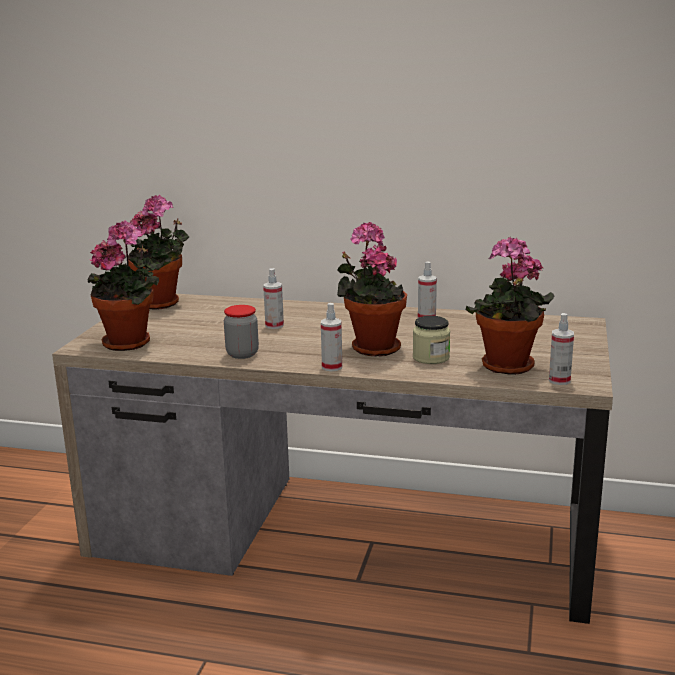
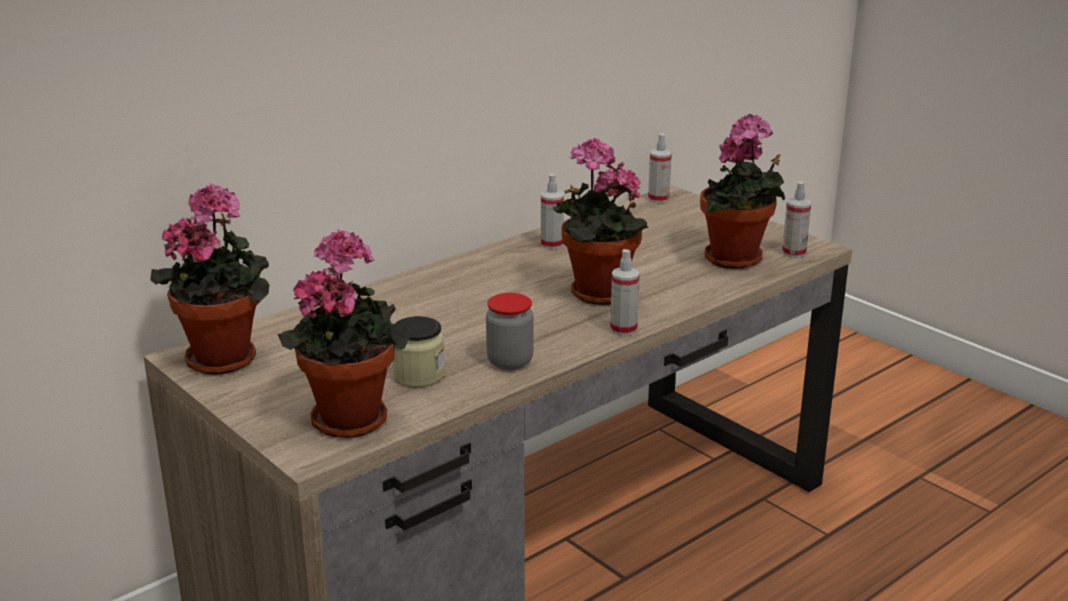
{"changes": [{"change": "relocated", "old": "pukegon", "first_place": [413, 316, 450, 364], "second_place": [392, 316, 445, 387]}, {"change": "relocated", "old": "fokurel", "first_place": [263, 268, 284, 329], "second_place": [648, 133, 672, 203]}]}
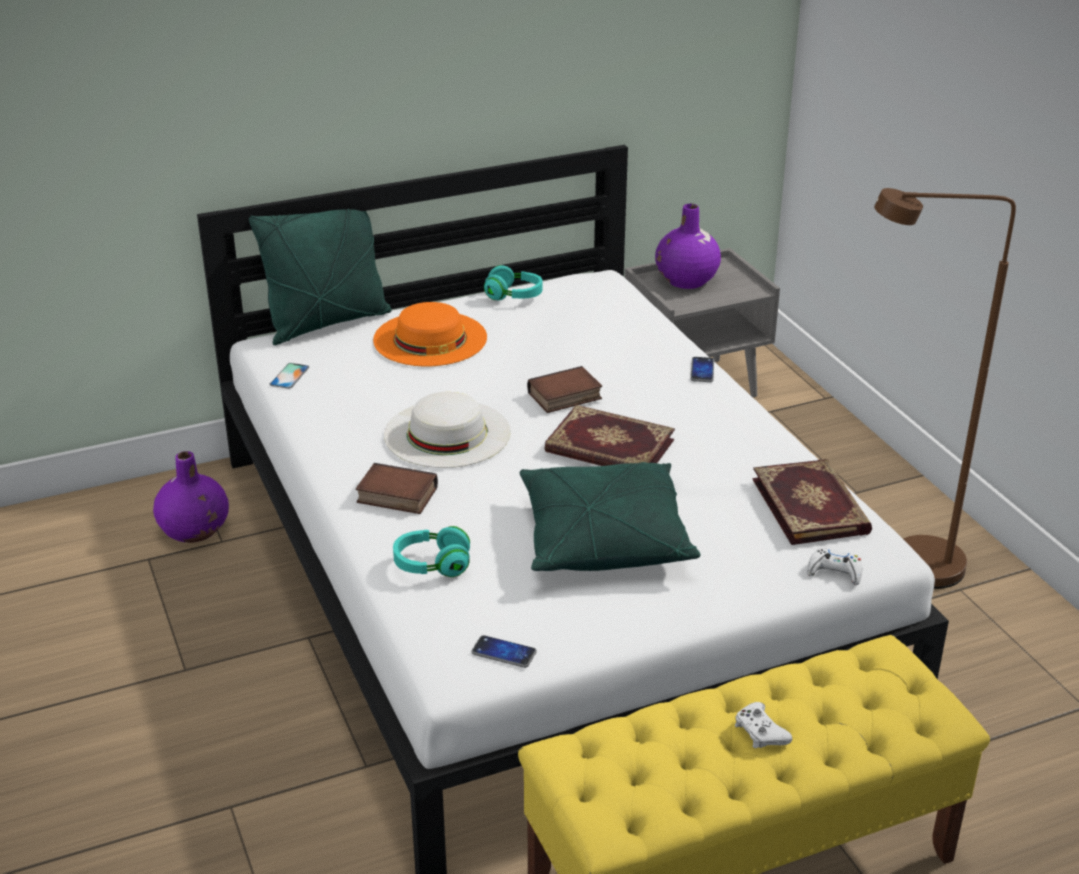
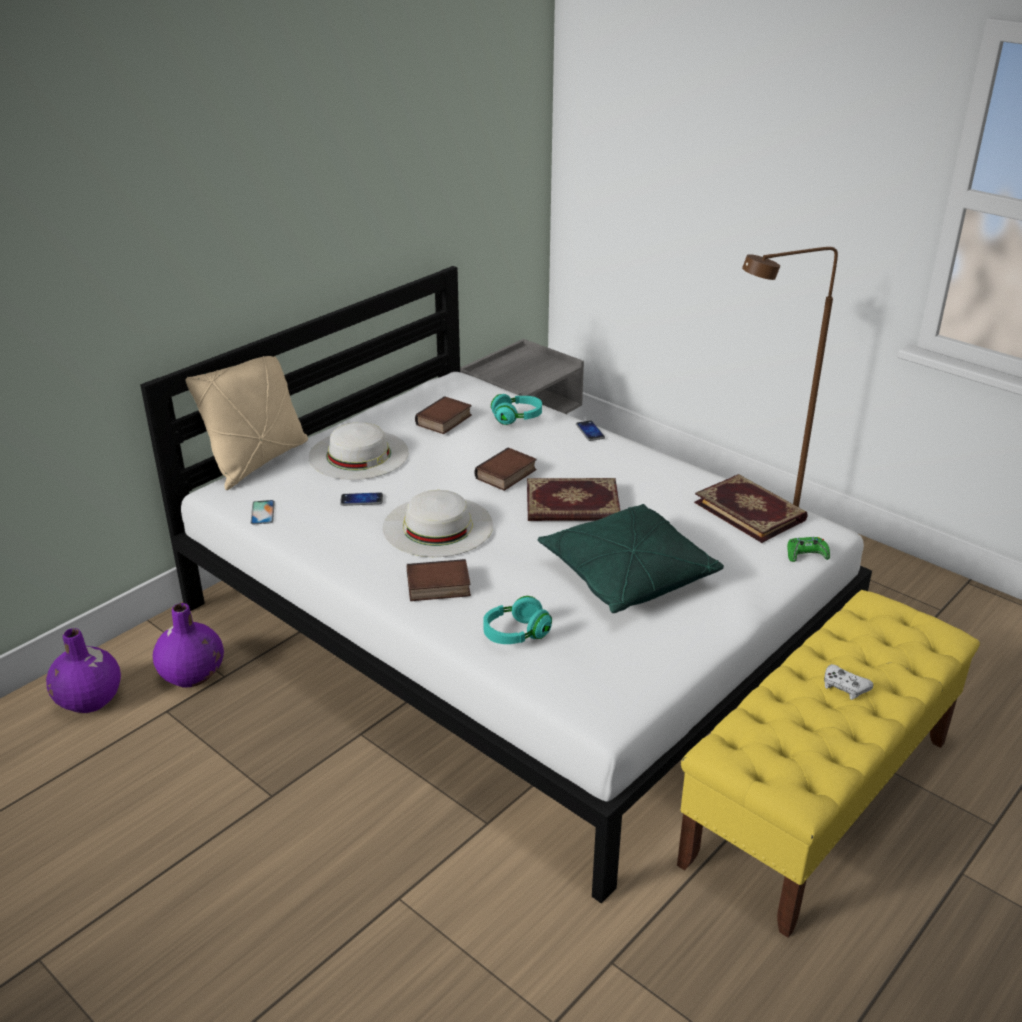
{"changes": [{"change": "relocated", "old": "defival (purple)", "first_place": [655, 204, 721, 289], "second_place": [46, 628, 121, 713]}, {"change": "colour", "old": "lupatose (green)", "new": "lupatose (beige)", "first_place": [249, 209, 392, 345], "second_place": [186, 356, 308, 490]}, {"change": "colour", "old": "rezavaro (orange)", "new": "rezavaro (white)", "first_place": [373, 302, 487, 366], "second_place": [309, 422, 409, 480]}, {"change": "relocated", "old": "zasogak", "first_place": [471, 635, 537, 668], "second_place": [340, 492, 383, 506]}, {"change": "appeared", "new": "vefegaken", "second_place": [415, 396, 472, 434]}, {"change": "relocated", "old": "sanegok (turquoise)", "first_place": [484, 265, 542, 300], "second_place": [491, 394, 542, 425]}, {"change": "colour", "old": "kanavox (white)", "new": "kanavox (green)", "first_place": [807, 549, 863, 585], "second_place": [787, 537, 830, 562]}]}
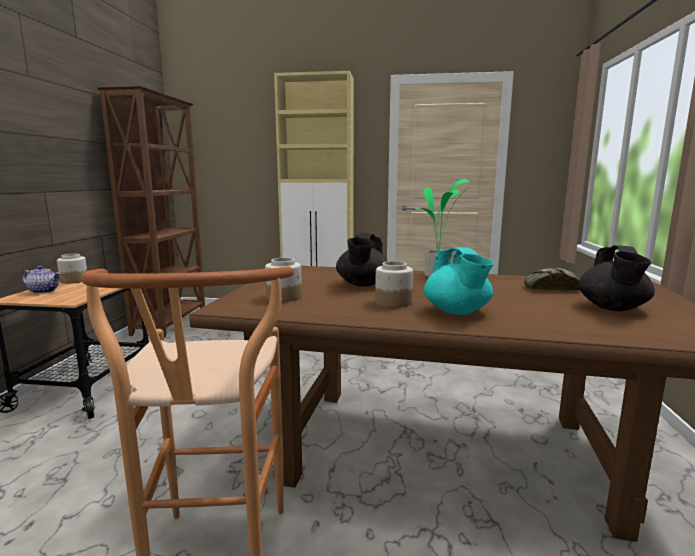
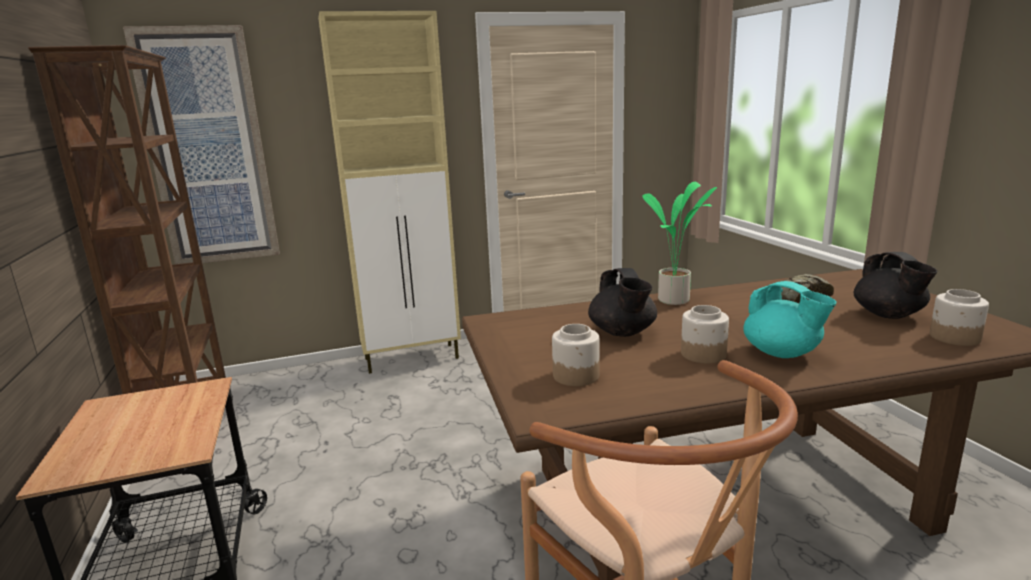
{"changes": [{"change": "appeared", "new": "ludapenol", "second_place": [123, 25, 280, 264]}, {"change": "relocated", "old": "pukegon", "first_place": [57, 254, 87, 284], "second_place": [930, 289, 989, 346]}, {"change": "missing", "old": "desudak", "first_place": [21, 266, 61, 294]}]}
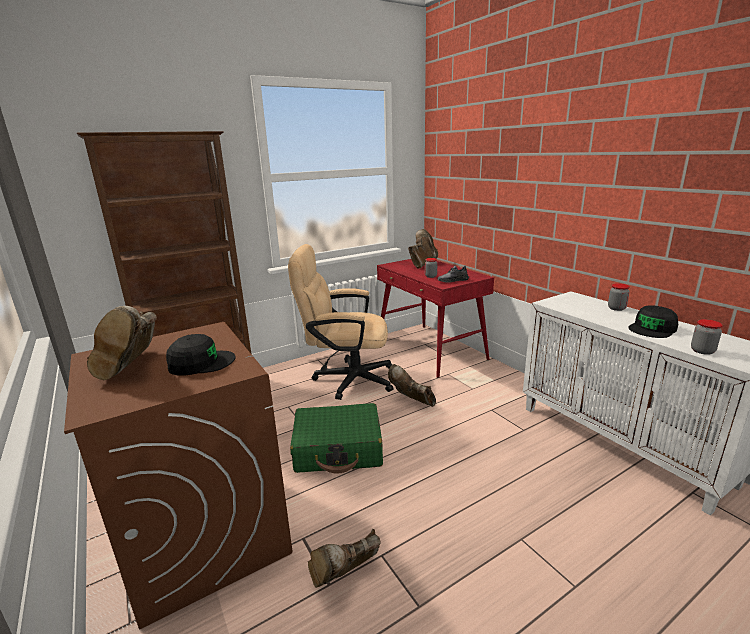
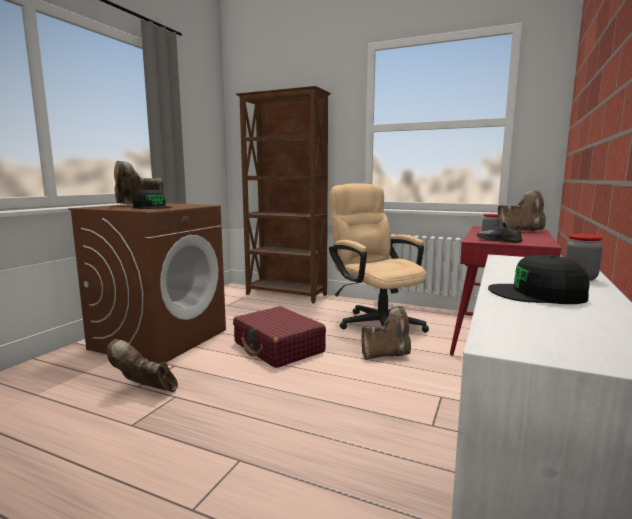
{"changes": [{"change": "colour", "old": "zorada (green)", "new": "zorada (red)", "first_place": [290, 403, 383, 473], "second_place": [233, 306, 326, 368]}, {"change": "spun", "old": "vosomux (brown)", "first_place": [388, 364, 436, 407], "second_place": [361, 307, 411, 360], "degrees": 75}, {"change": "missing", "old": "pukegon", "first_place": [691, 319, 723, 355]}]}
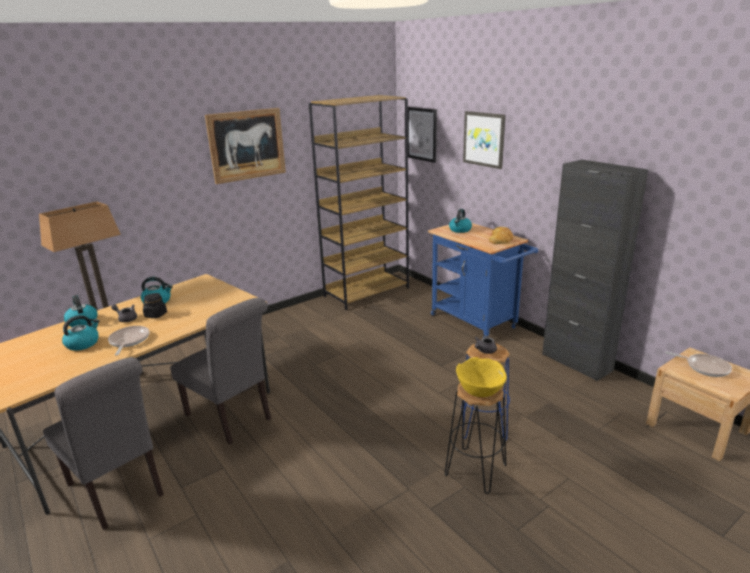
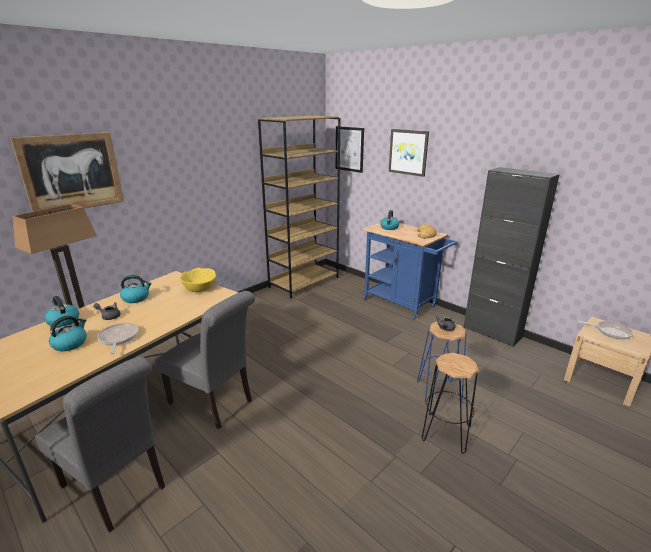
{"changes": [{"change": "relocated", "old": "ludapenol", "first_place": [205, 108, 286, 184], "second_place": [10, 132, 124, 212]}, {"change": "relocated", "old": "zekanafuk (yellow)", "first_place": [456, 357, 507, 397], "second_place": [180, 268, 216, 292]}, {"change": "missing", "old": "pukegon (black)", "first_place": [143, 293, 167, 318]}]}
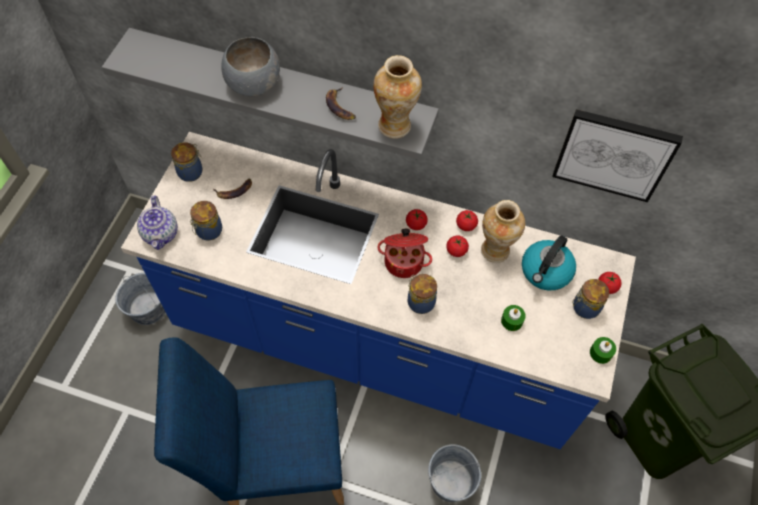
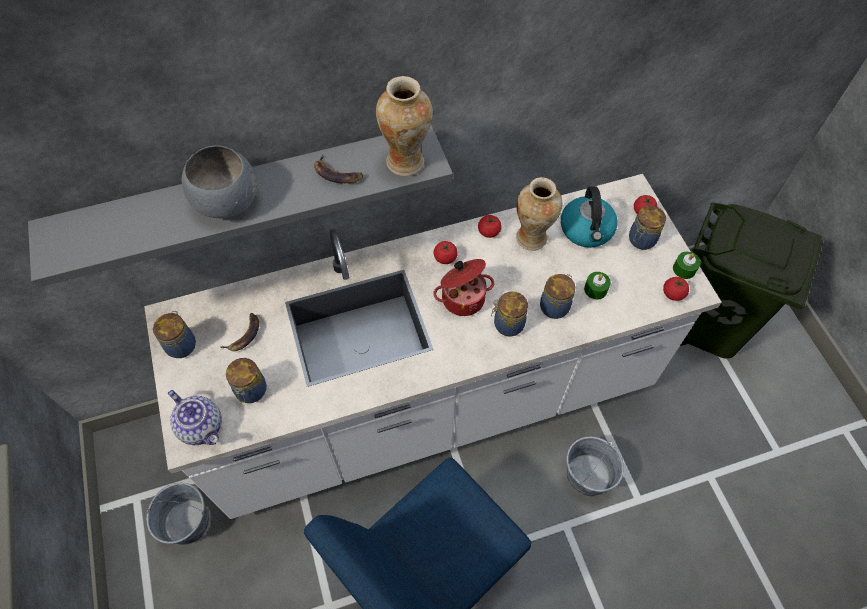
{"changes": [{"change": "colour", "old": "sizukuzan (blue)", "new": "sizukuzan (white)", "first_place": [121, 132, 636, 449], "second_place": [144, 174, 722, 519]}, {"change": "appeared", "new": "pukegon", "second_place": [540, 274, 575, 319]}, {"change": "relocated", "old": "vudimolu", "first_place": [446, 235, 469, 257], "second_place": [663, 277, 689, 301]}, {"change": "missing", "old": "ludapenol", "first_place": [552, 109, 683, 202]}]}
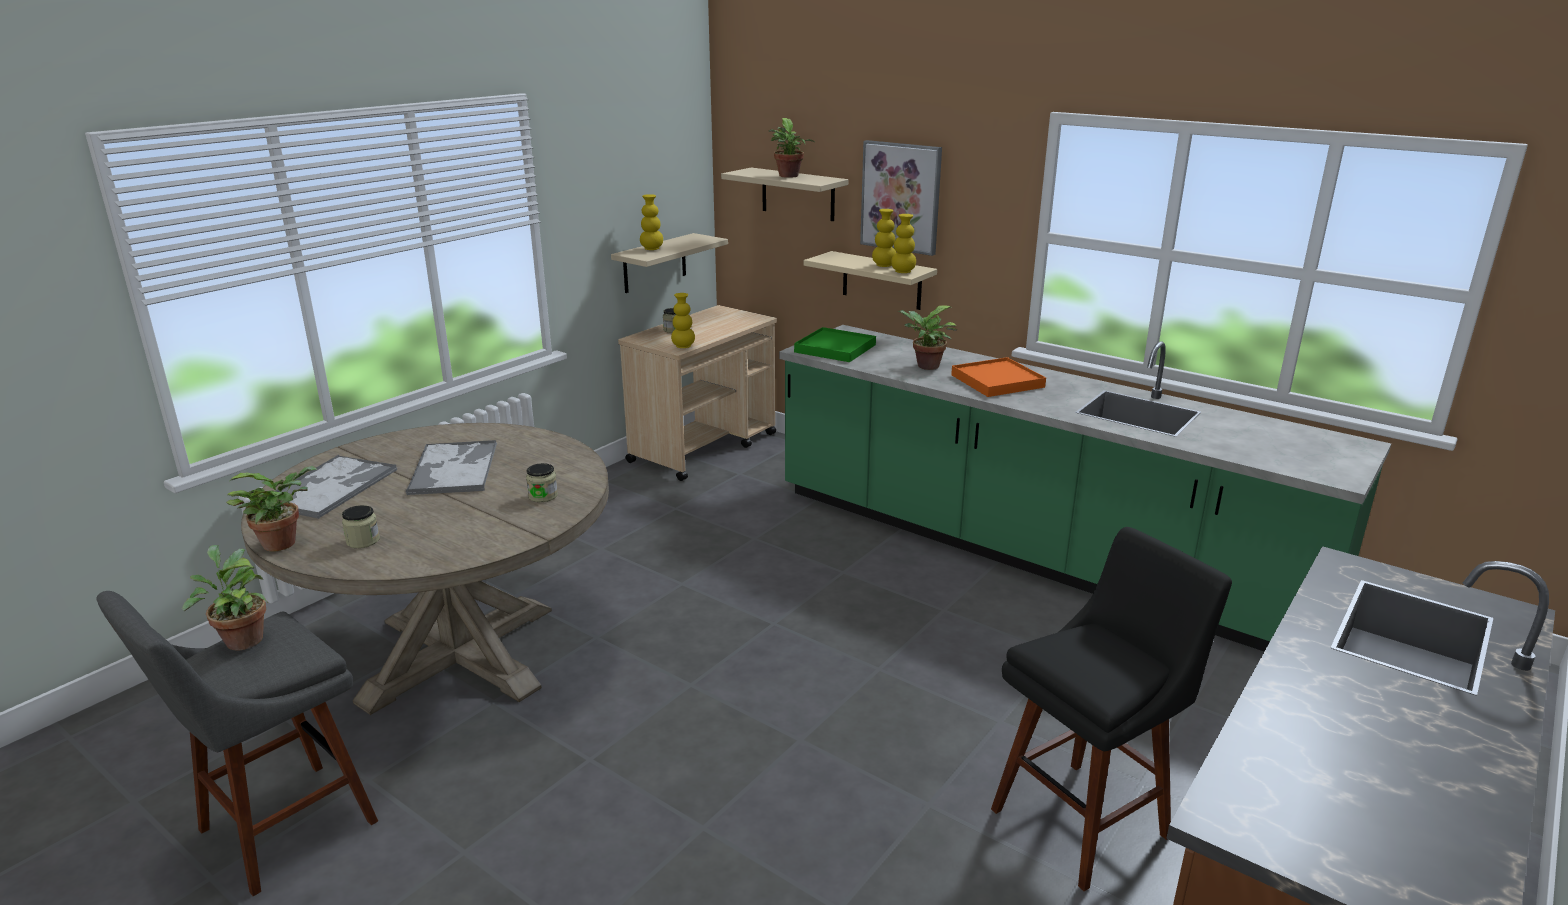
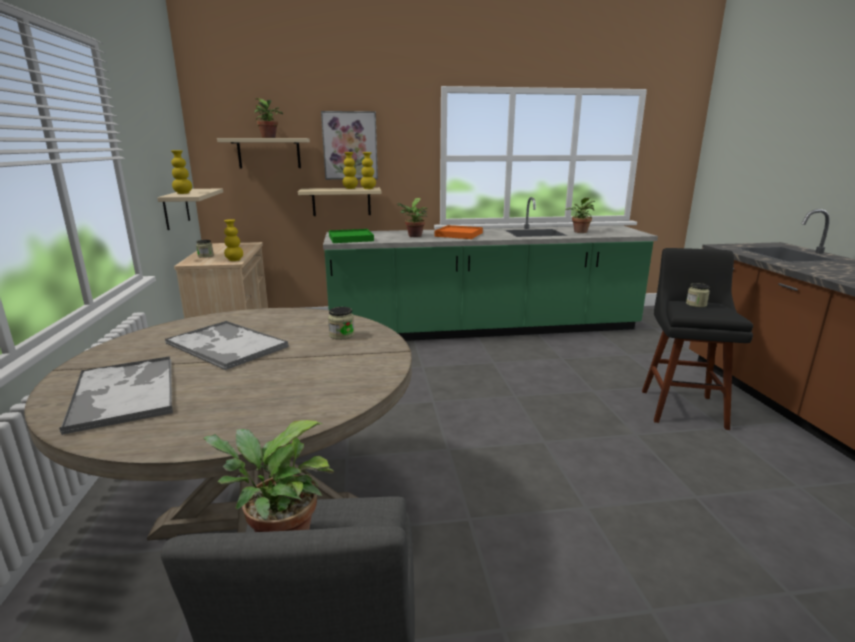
{"changes": [{"change": "relocated", "old": "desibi", "first_place": [226, 466, 317, 552], "second_place": [566, 197, 595, 233]}, {"change": "relocated", "old": "pukegon", "first_place": [342, 505, 380, 548], "second_place": [686, 283, 710, 307]}]}
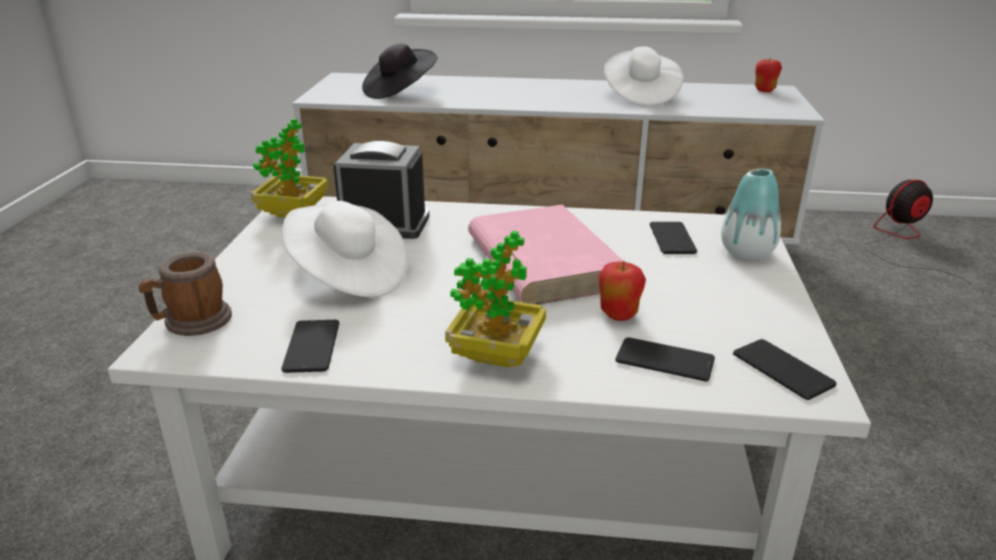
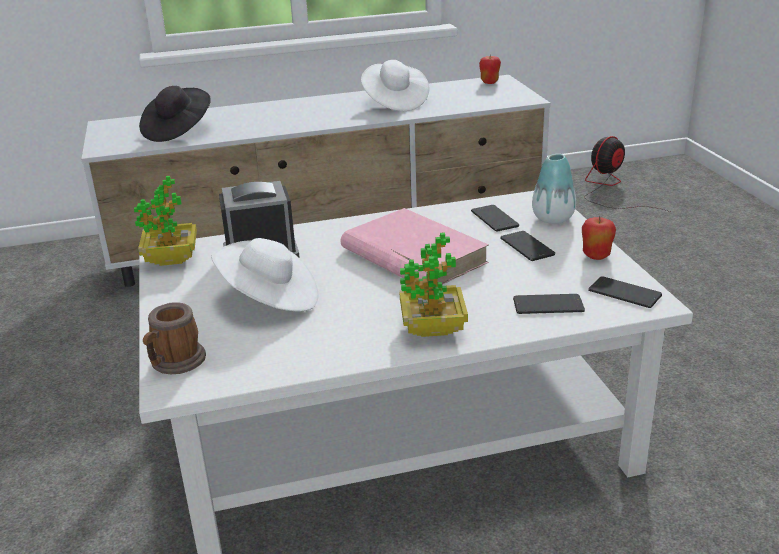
{"changes": [{"change": "relocated", "old": "zasogak", "first_place": [281, 320, 339, 373], "second_place": [500, 231, 555, 261]}, {"change": "relocated", "old": "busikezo", "first_place": [599, 261, 646, 321], "second_place": [582, 216, 616, 260]}]}
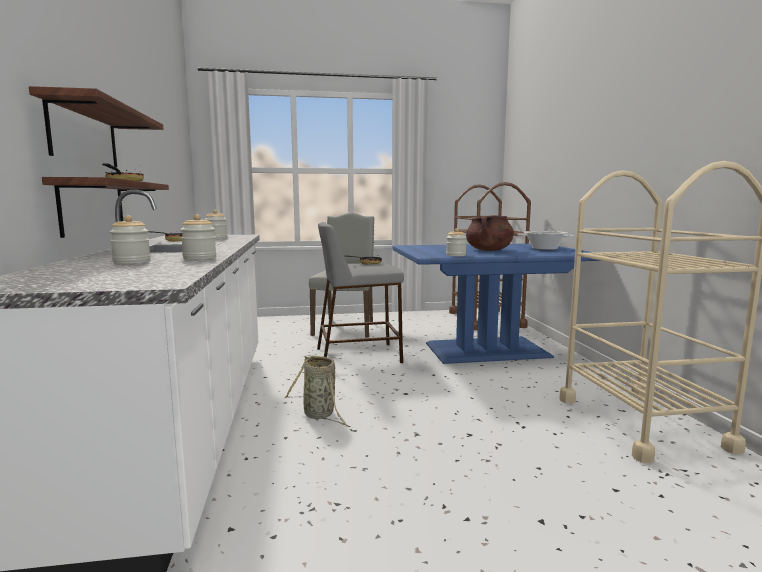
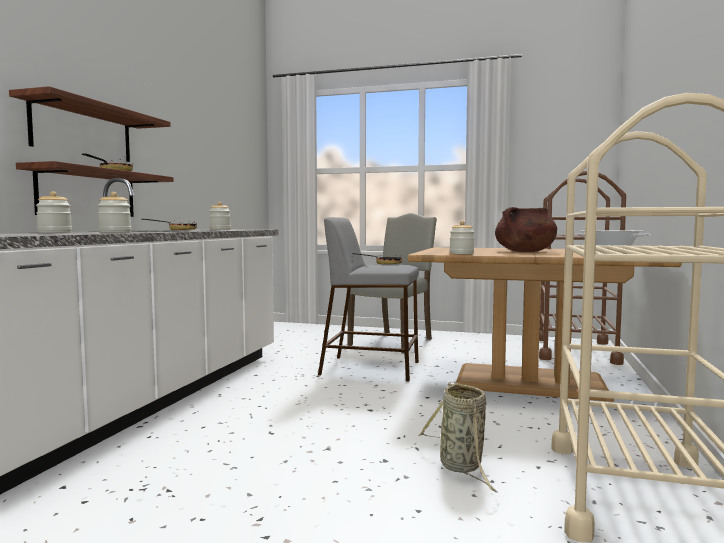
{"changes": [{"change": "colour", "old": "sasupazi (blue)", "new": "sasupazi (brown)", "first_place": [392, 243, 601, 364], "second_place": [408, 247, 682, 402]}, {"change": "relocated", "old": "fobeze", "first_place": [285, 355, 350, 427], "second_place": [418, 382, 499, 493]}]}
